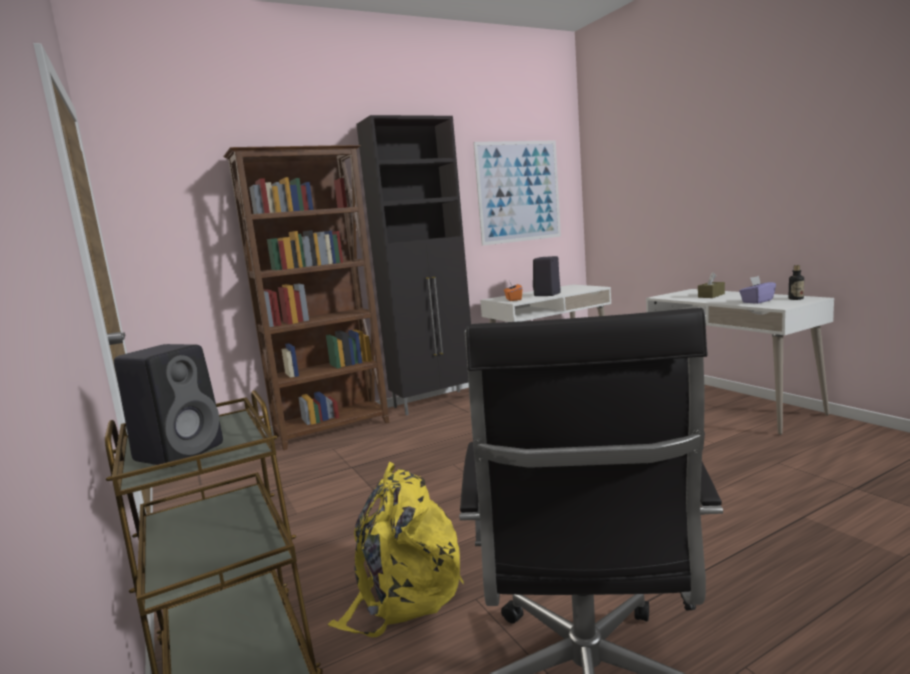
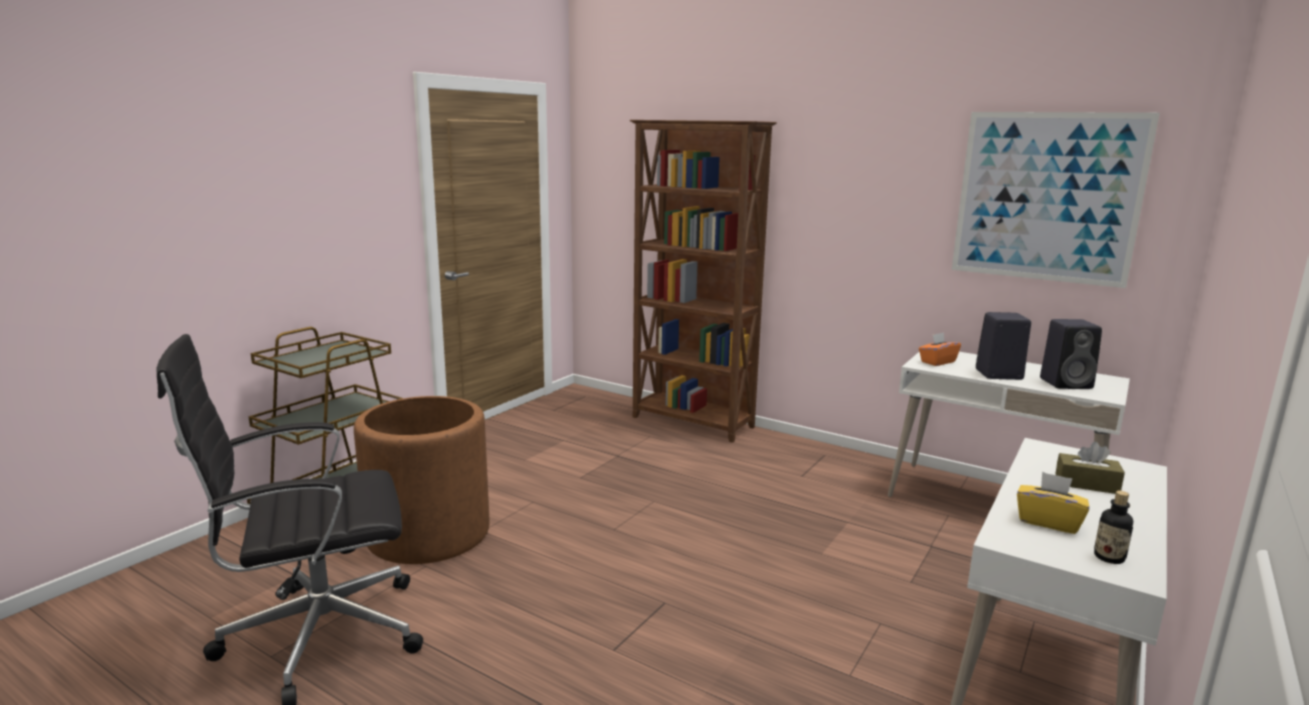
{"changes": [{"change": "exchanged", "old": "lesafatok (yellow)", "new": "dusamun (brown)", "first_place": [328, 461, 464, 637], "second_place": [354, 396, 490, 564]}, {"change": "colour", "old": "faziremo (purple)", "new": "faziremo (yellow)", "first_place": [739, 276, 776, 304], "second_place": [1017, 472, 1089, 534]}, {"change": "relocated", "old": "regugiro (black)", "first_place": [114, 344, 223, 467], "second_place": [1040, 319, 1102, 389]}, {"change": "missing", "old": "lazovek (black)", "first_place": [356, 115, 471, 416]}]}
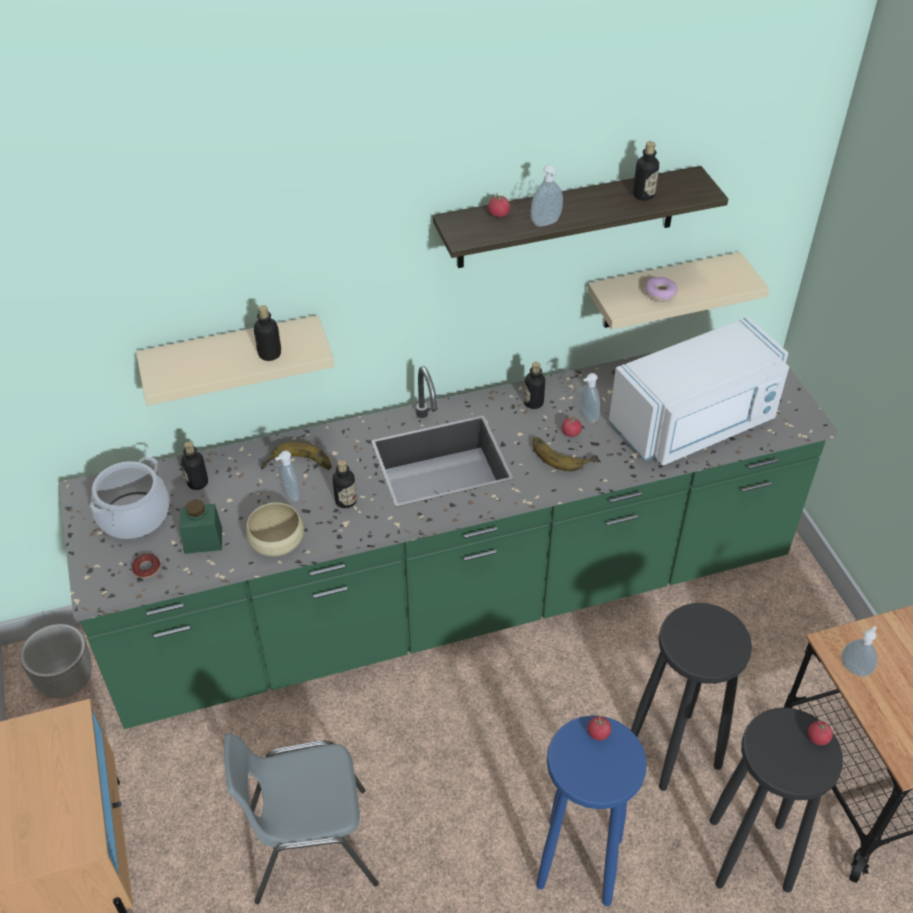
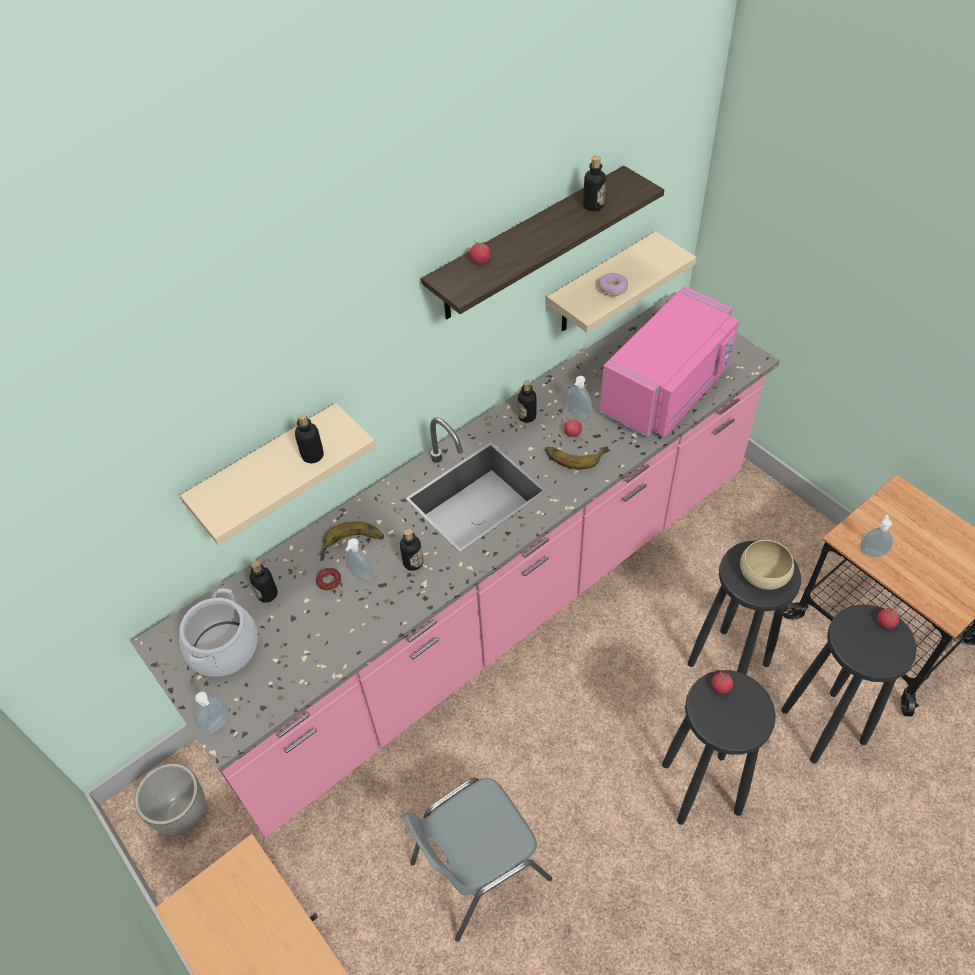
{"changes": [{"change": "colour", "old": "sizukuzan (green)", "new": "sizukuzan (pink)", "first_place": [59, 351, 838, 729], "second_place": [131, 292, 780, 838]}, {"change": "relocated", "old": "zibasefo", "first_place": [531, 165, 563, 227], "second_place": [195, 692, 229, 734]}, {"change": "relocated", "old": "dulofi", "first_place": [132, 554, 160, 578], "second_place": [316, 568, 341, 591]}, {"change": "colour", "old": "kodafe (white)", "new": "kodafe (pink)", "first_place": [609, 317, 789, 465], "second_place": [600, 286, 739, 438]}, {"change": "colour", "old": "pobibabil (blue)", "new": "pobibabil (black)", "first_place": [536, 715, 647, 906], "second_place": [662, 670, 776, 825]}, {"change": "relocated", "old": "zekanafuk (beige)", "first_place": [245, 503, 304, 556], "second_place": [740, 540, 794, 590]}, {"change": "missing", "old": "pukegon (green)", "first_place": [179, 499, 222, 554]}]}
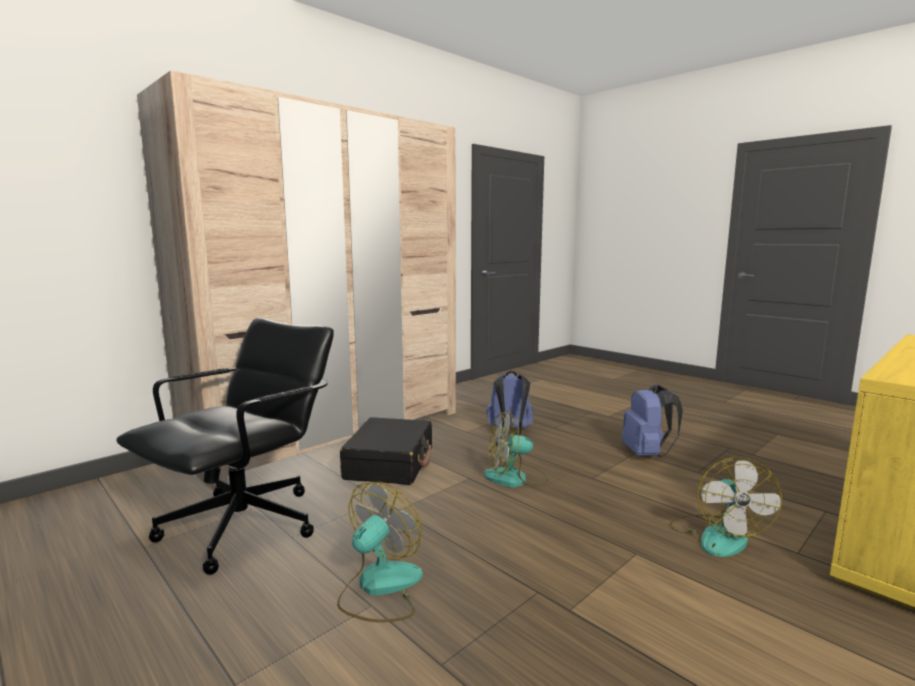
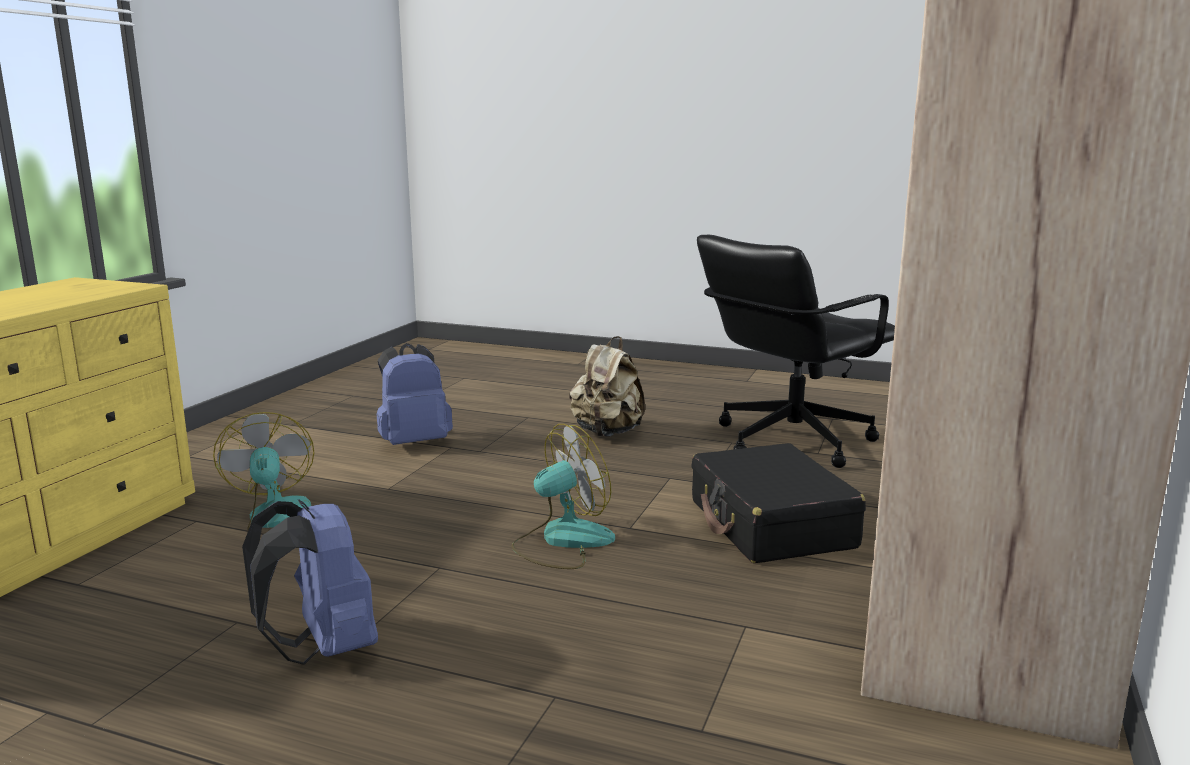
{"changes": [{"change": "relocated", "old": "lesafatok (blue)", "first_place": [487, 371, 533, 435], "second_place": [377, 343, 453, 445]}, {"change": "exchanged", "old": "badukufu", "new": "lesafatok (beige)", "first_place": [337, 482, 423, 622], "second_place": [569, 336, 645, 436]}, {"change": "spun", "old": "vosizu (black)", "first_place": [116, 318, 334, 575], "second_place": [697, 235, 895, 468], "degrees": 45}]}
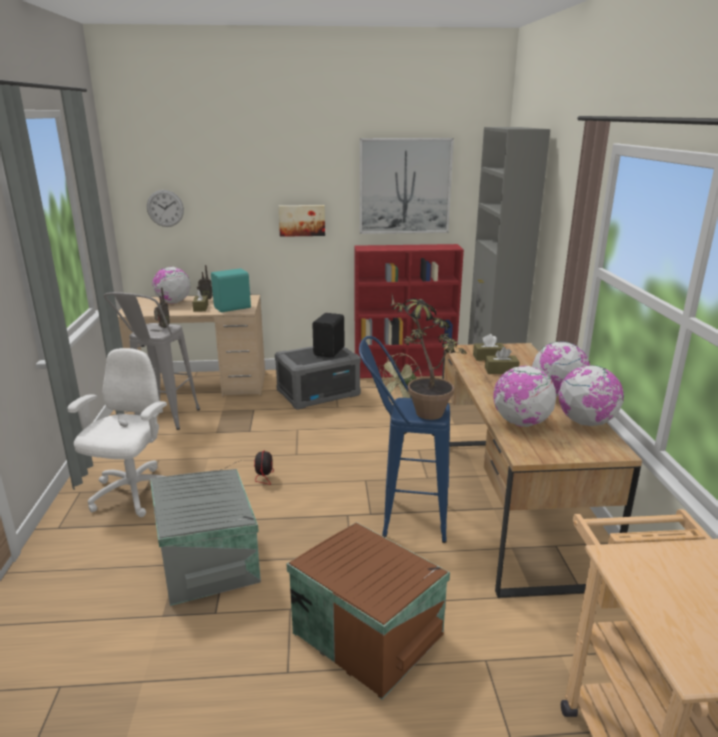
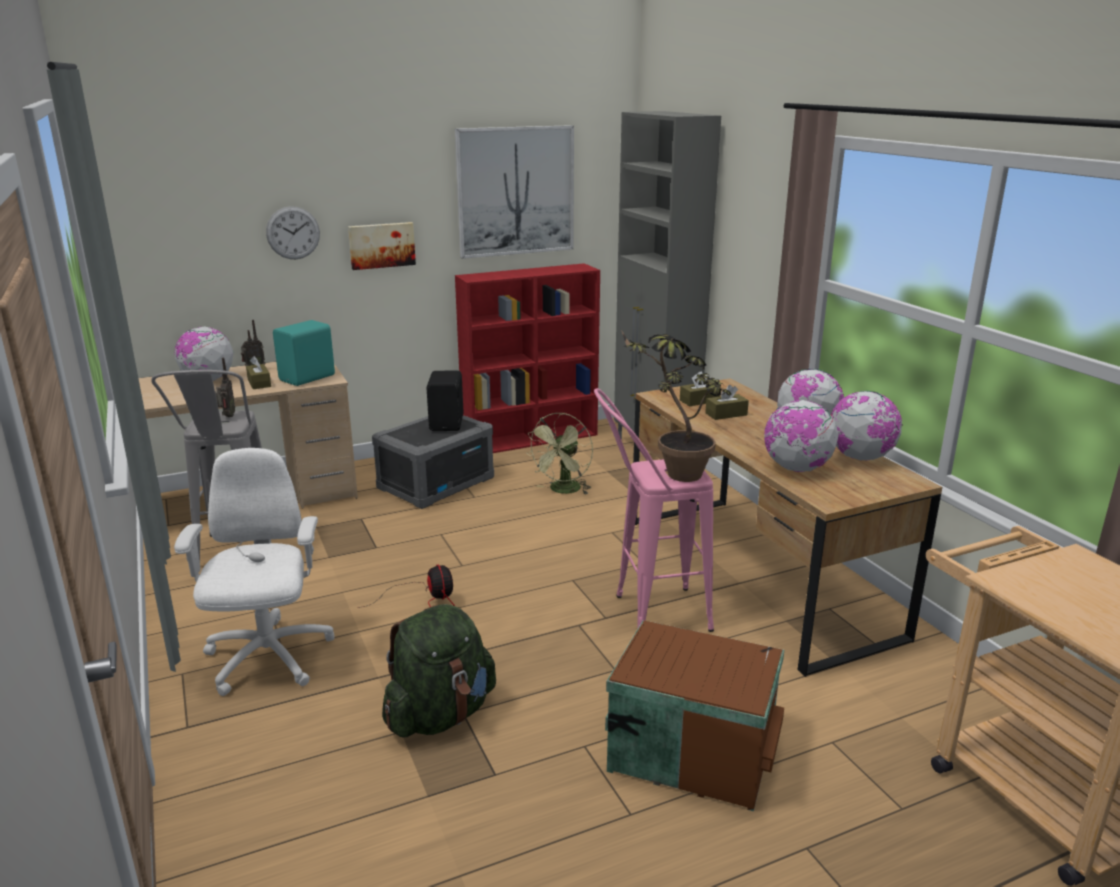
{"changes": [{"change": "relocated", "old": "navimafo", "first_place": [147, 190, 184, 227], "second_place": [266, 206, 320, 259]}, {"change": "exchanged", "old": "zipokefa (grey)", "new": "lesafatok (green)", "first_place": [150, 469, 261, 606], "second_place": [382, 604, 496, 738]}, {"change": "colour", "old": "pobibabil (blue)", "new": "pobibabil (pink)", "first_place": [359, 336, 450, 543], "second_place": [594, 388, 714, 632]}]}
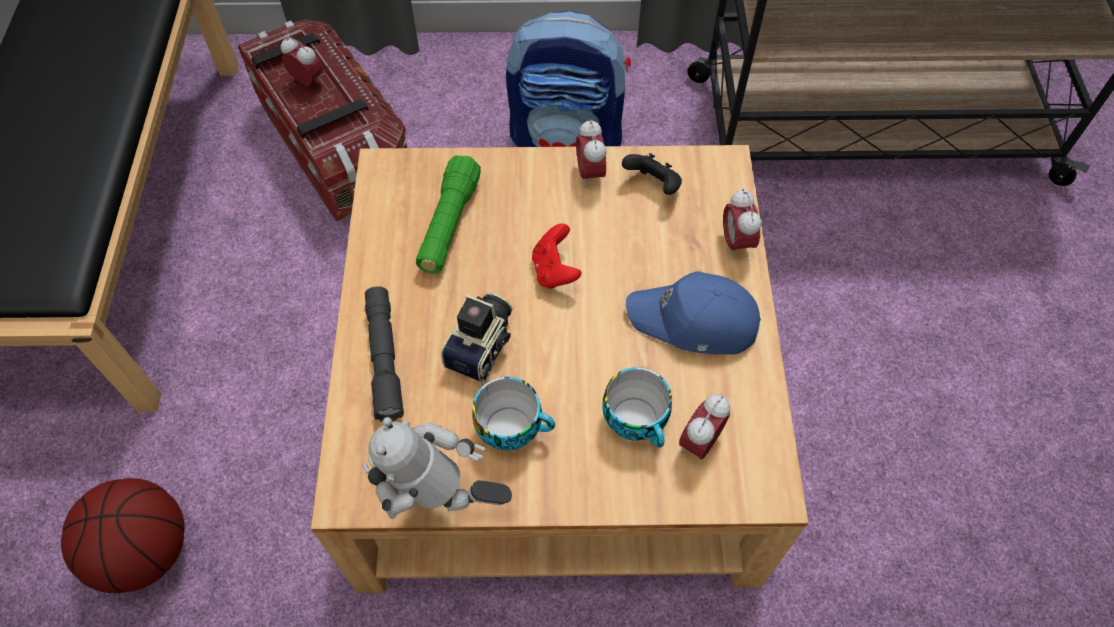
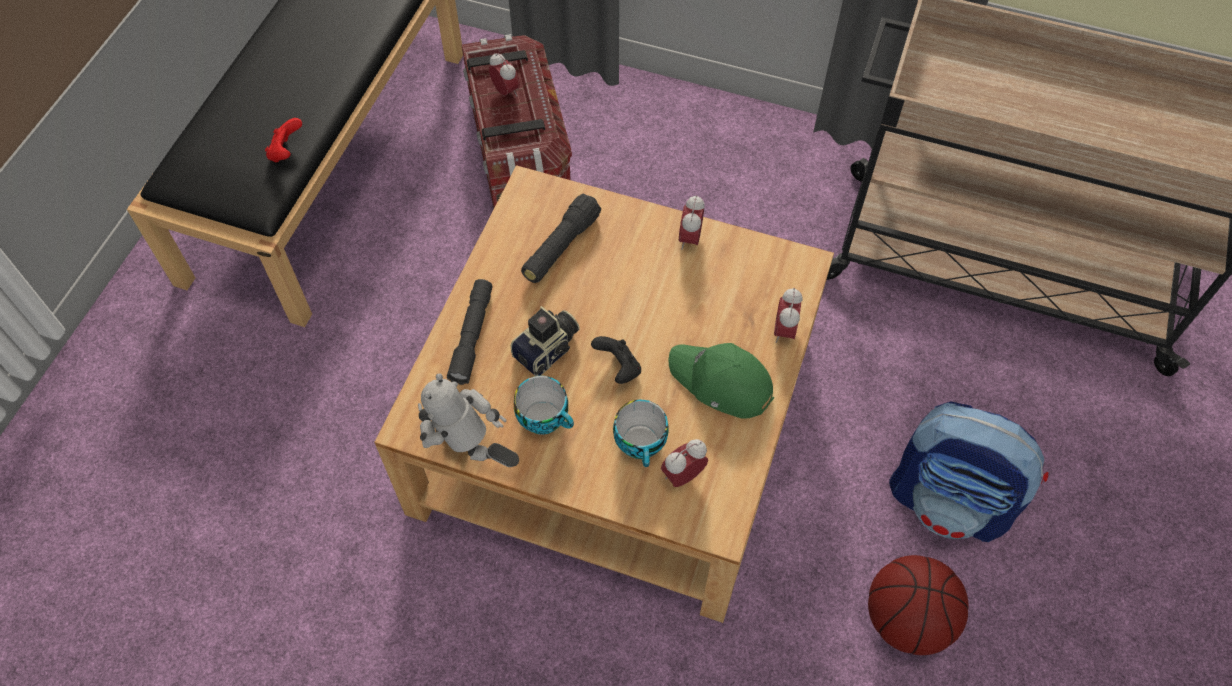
{"changes": [{"change": "relocated", "old": "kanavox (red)", "first_place": [532, 224, 581, 289], "second_place": [265, 118, 302, 163]}, {"change": "colour", "old": "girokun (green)", "new": "girokun (black)", "first_place": [416, 155, 481, 274], "second_place": [521, 194, 601, 283]}, {"change": "relocated", "old": "kanavox (black)", "first_place": [622, 153, 682, 195], "second_place": [591, 336, 641, 384]}, {"change": "colour", "old": "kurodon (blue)", "new": "kurodon (green)", "first_place": [626, 272, 761, 354], "second_place": [668, 343, 774, 419]}, {"change": "relocated", "old": "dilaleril", "first_place": [61, 478, 185, 593], "second_place": [868, 555, 969, 655]}, {"change": "relocated", "old": "lesafatok", "first_place": [506, 11, 631, 147], "second_place": [889, 401, 1048, 542]}]}
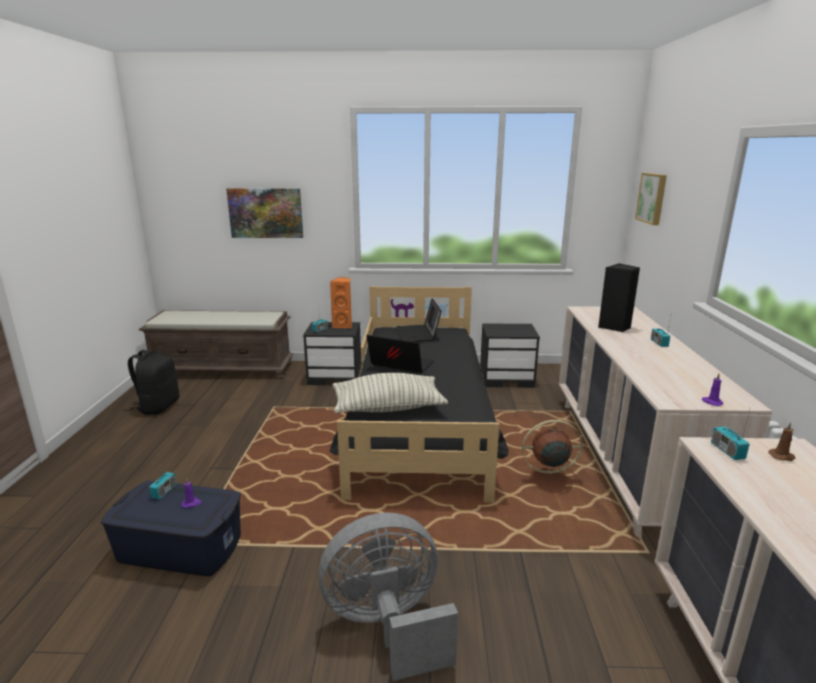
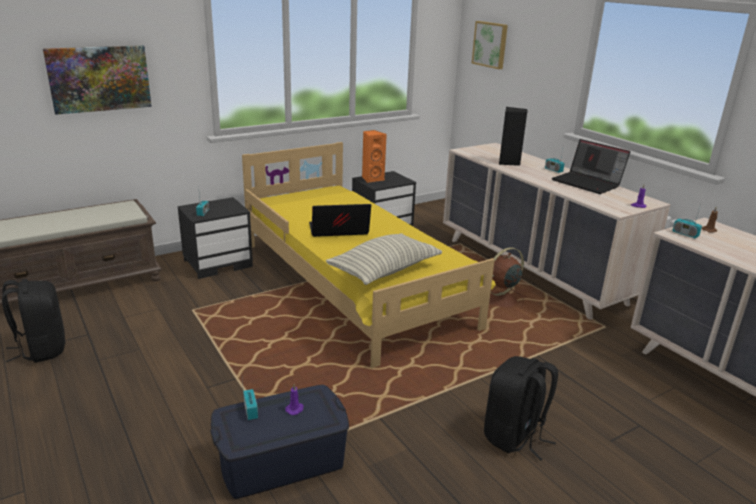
{"changes": [{"change": "colour", "old": "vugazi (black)", "new": "vugazi (yellow)", "first_place": [329, 286, 509, 503], "second_place": [242, 142, 496, 368]}, {"change": "relocated", "old": "regugiro (orange)", "first_place": [330, 278, 352, 328], "second_place": [362, 130, 387, 183]}, {"change": "exchanged", "old": "badukufu (grey)", "new": "lesafatok (black)", "first_place": [319, 513, 458, 681], "second_place": [484, 356, 558, 460]}, {"change": "relocated", "old": "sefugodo", "first_place": [396, 298, 442, 342], "second_place": [552, 139, 630, 194]}]}
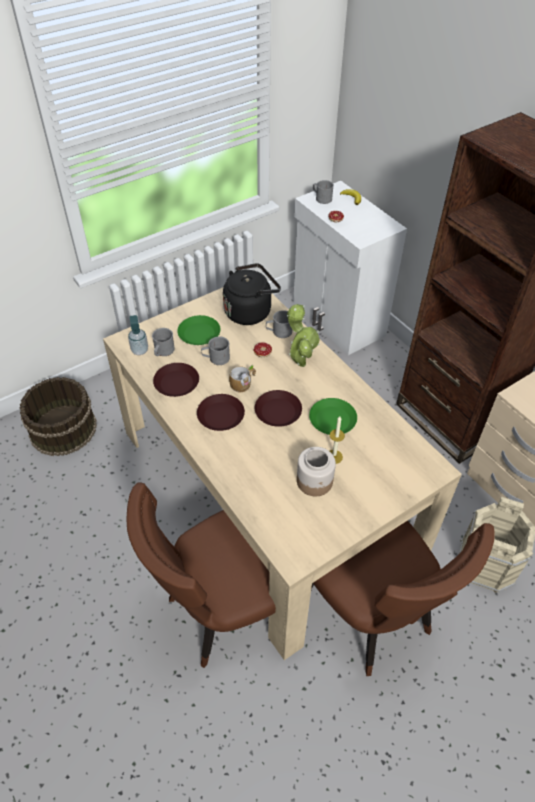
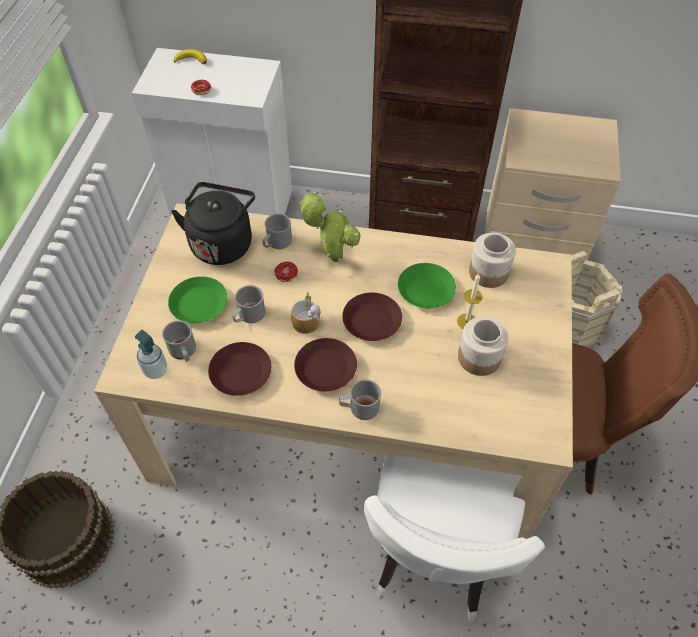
{"changes": [{"change": "relocated", "old": "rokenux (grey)", "first_place": [313, 180, 334, 204], "second_place": [339, 379, 381, 420]}, {"change": "colour", "old": "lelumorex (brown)", "new": "lelumorex (white)", "first_place": [126, 482, 276, 668], "second_place": [364, 454, 545, 622]}, {"change": "appeared", "new": "pukegon", "second_place": [469, 233, 516, 288]}]}
